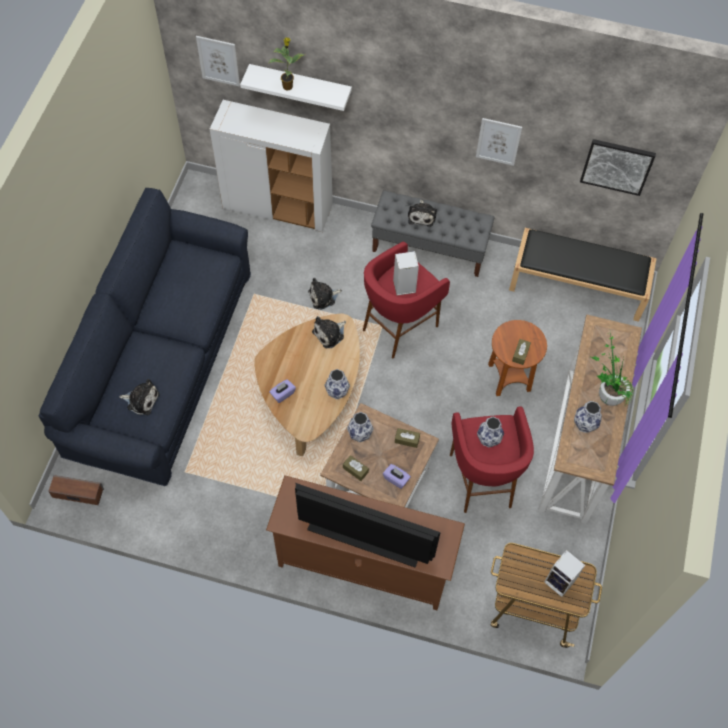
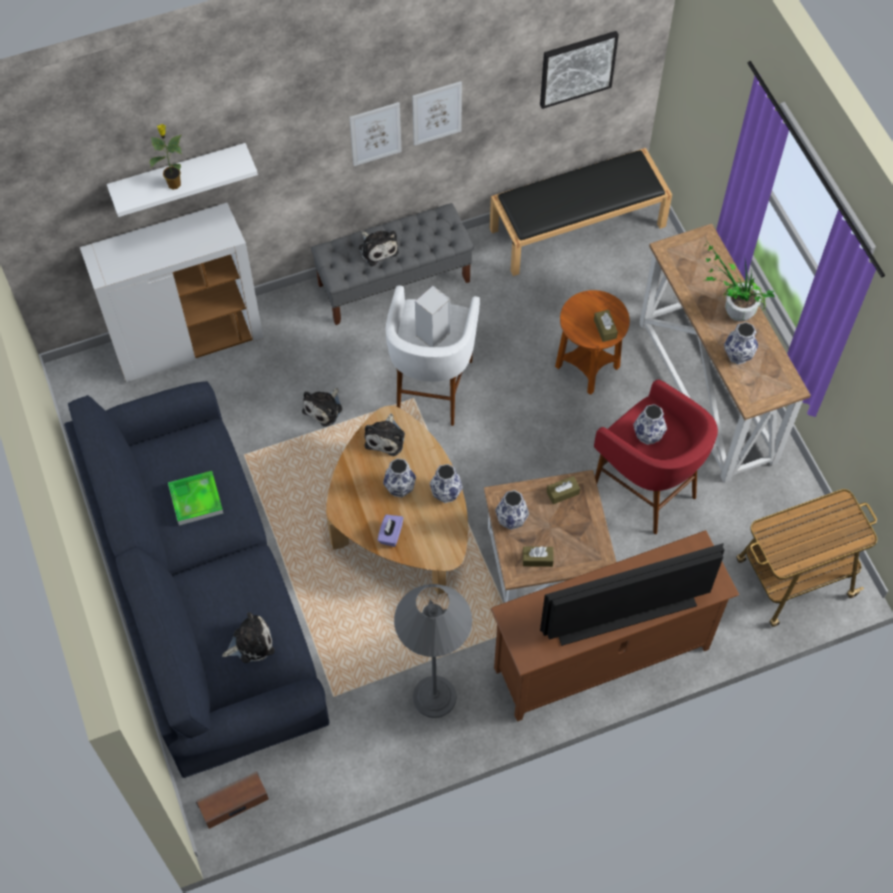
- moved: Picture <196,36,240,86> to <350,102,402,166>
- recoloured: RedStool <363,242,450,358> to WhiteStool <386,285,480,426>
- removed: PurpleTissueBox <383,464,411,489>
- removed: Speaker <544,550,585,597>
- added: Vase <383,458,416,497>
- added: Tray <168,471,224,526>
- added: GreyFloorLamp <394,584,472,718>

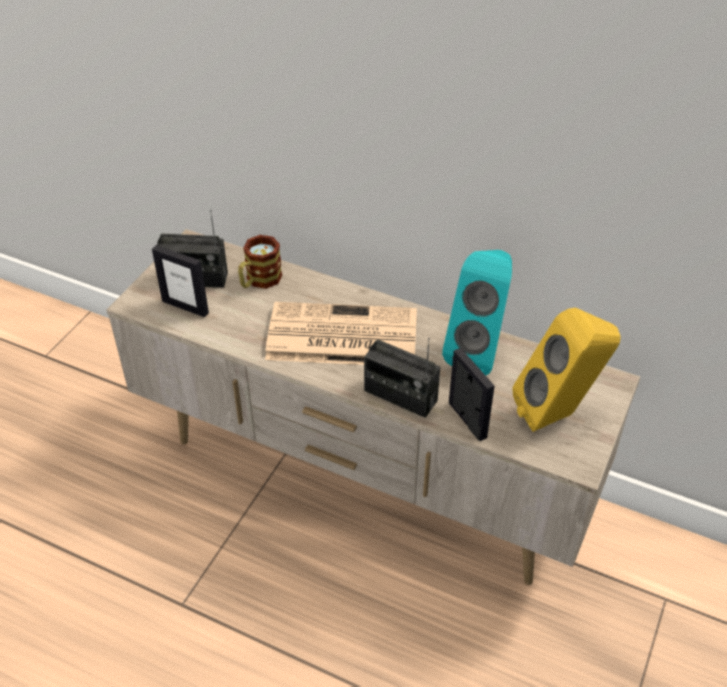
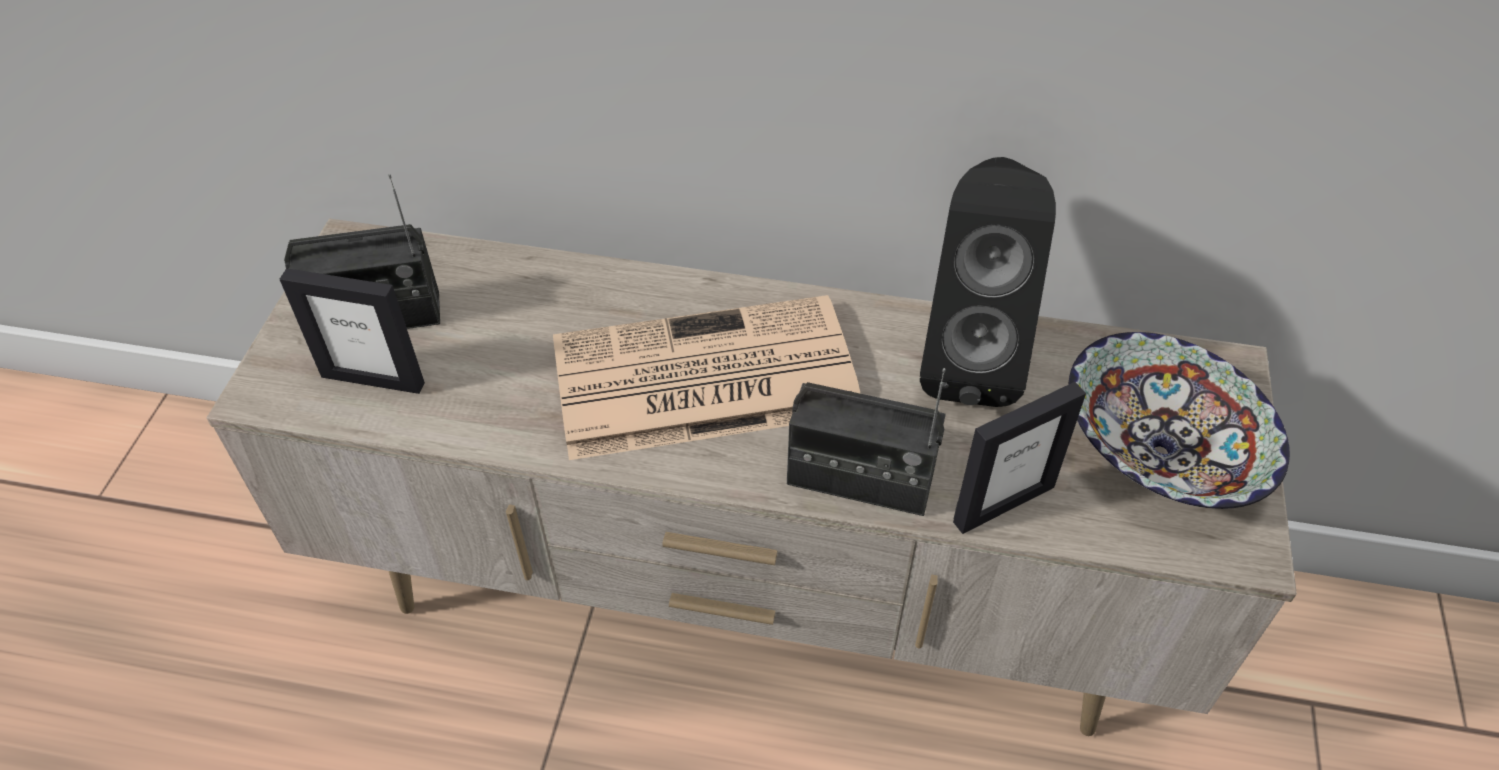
- removed: Mug <238,235,282,289>
- recoloured: TurquoiseSpeaker <442,250,512,375> to BlackSpeaker <920,157,1056,407>
- replaced: YellowSpeaker <512,308,621,432> to Bowl <1068,332,1290,509>
- turned: PictureFrame <449,348,495,441> = <953,382,1086,534> 105 degrees clockwise

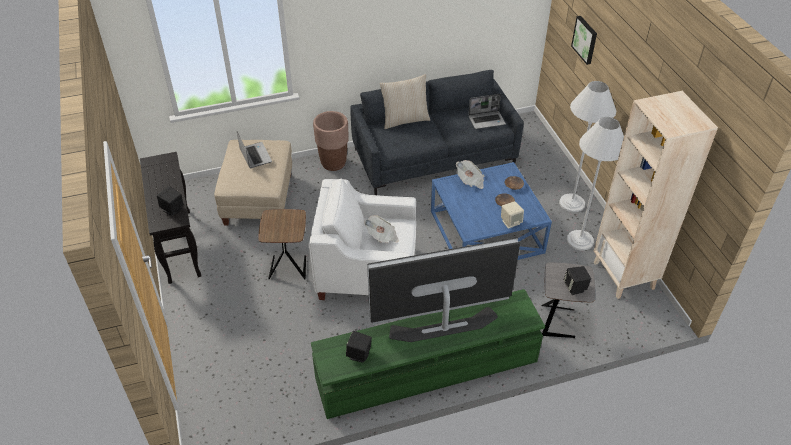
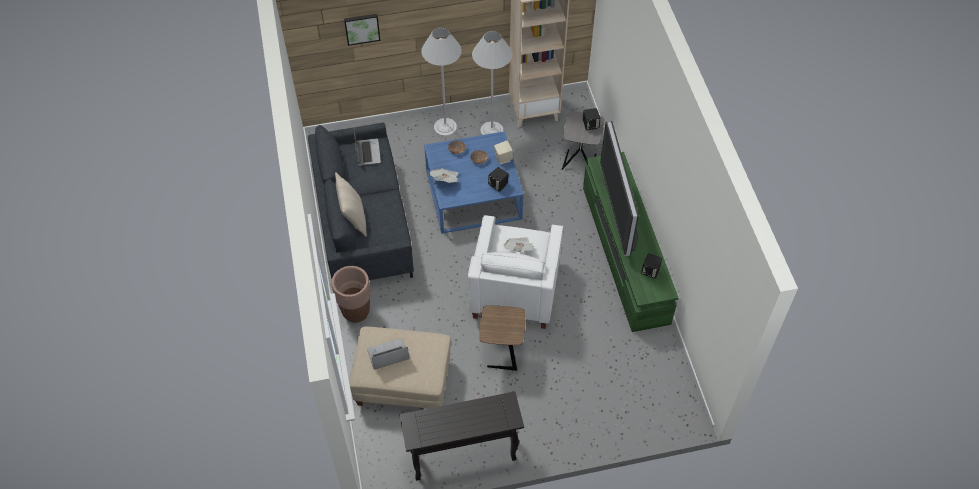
- moved: BlackSpeaker <157,186,183,215> to <488,167,509,192>

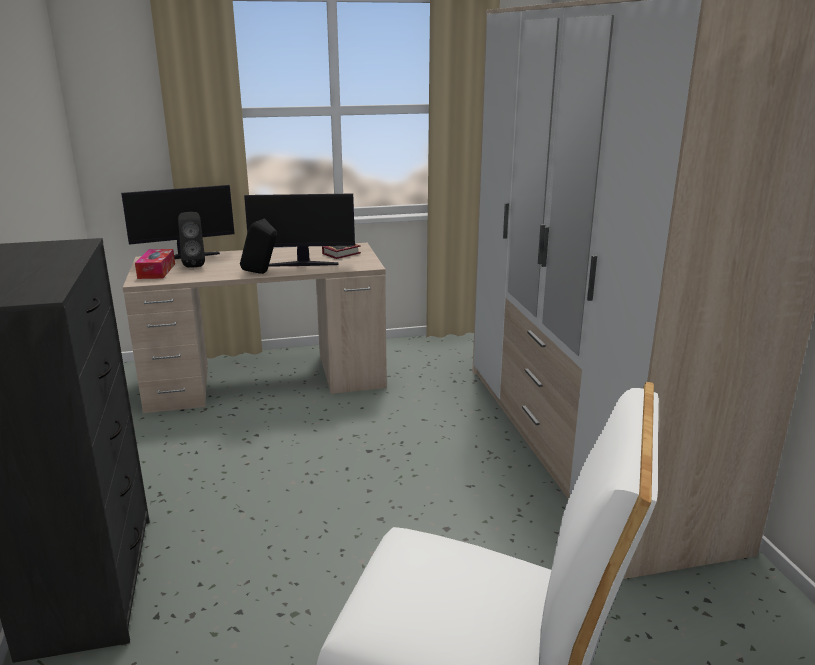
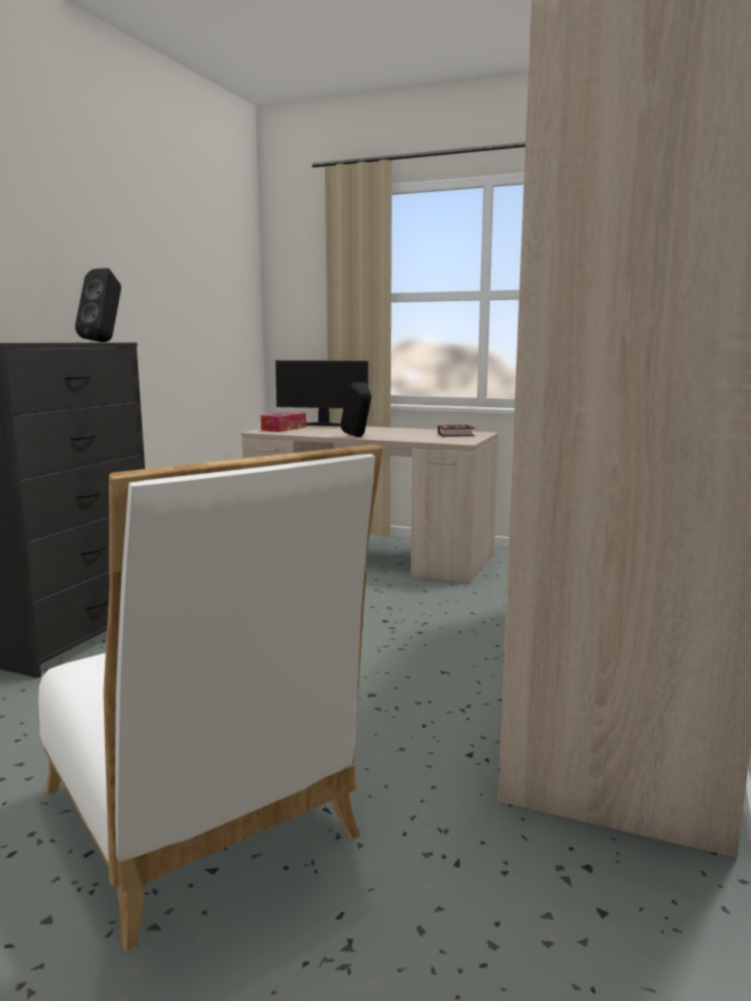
- removed: Monitor <244,194,355,267>
- moved: BlackSpeaker <178,212,205,268> to <75,268,121,342>

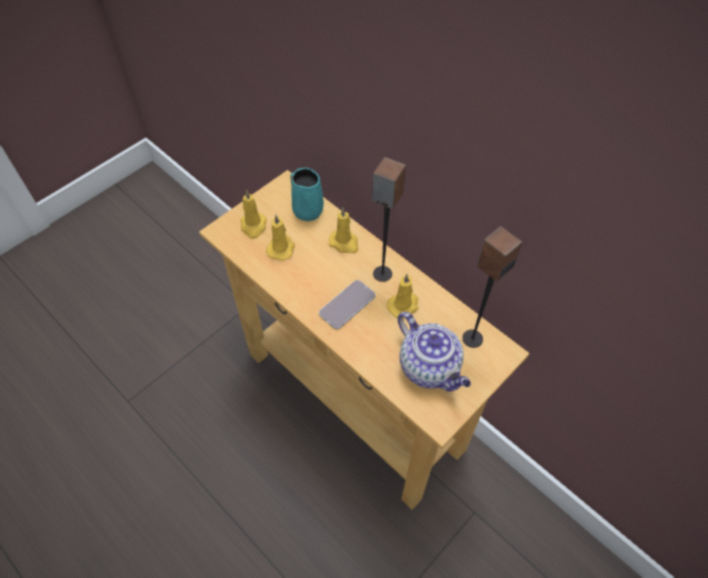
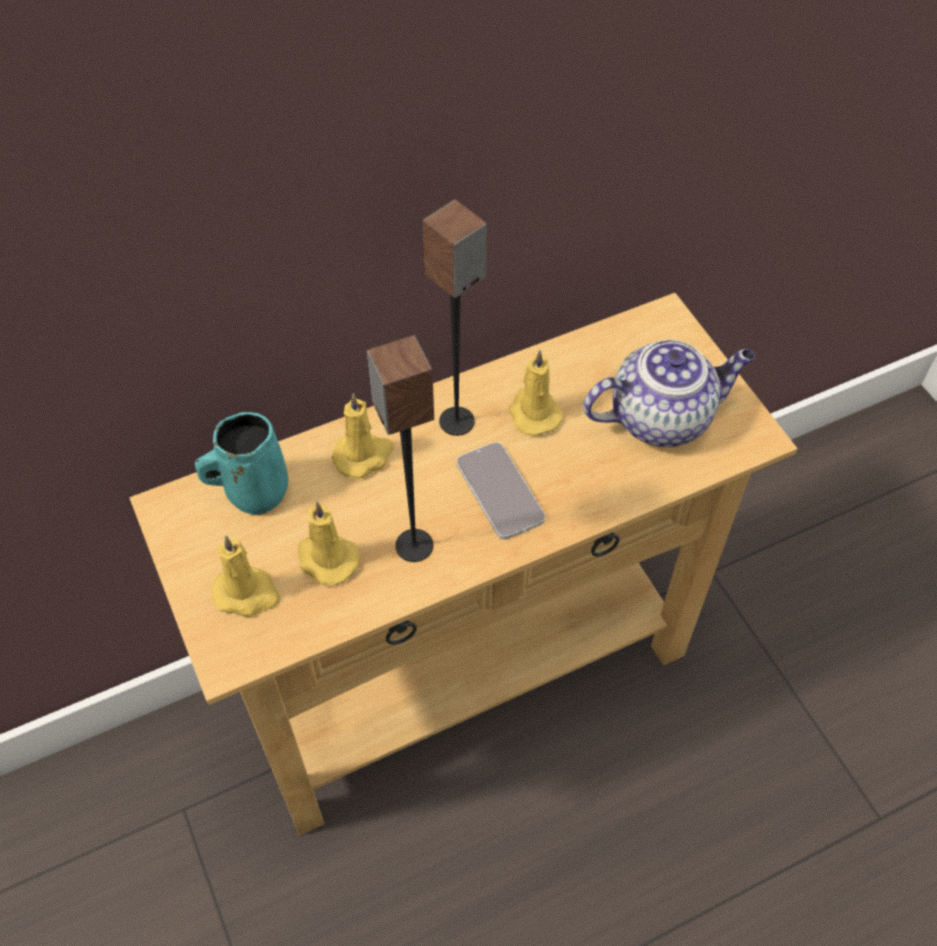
- moved: Speaker <462,226,522,348> to <366,335,434,562>

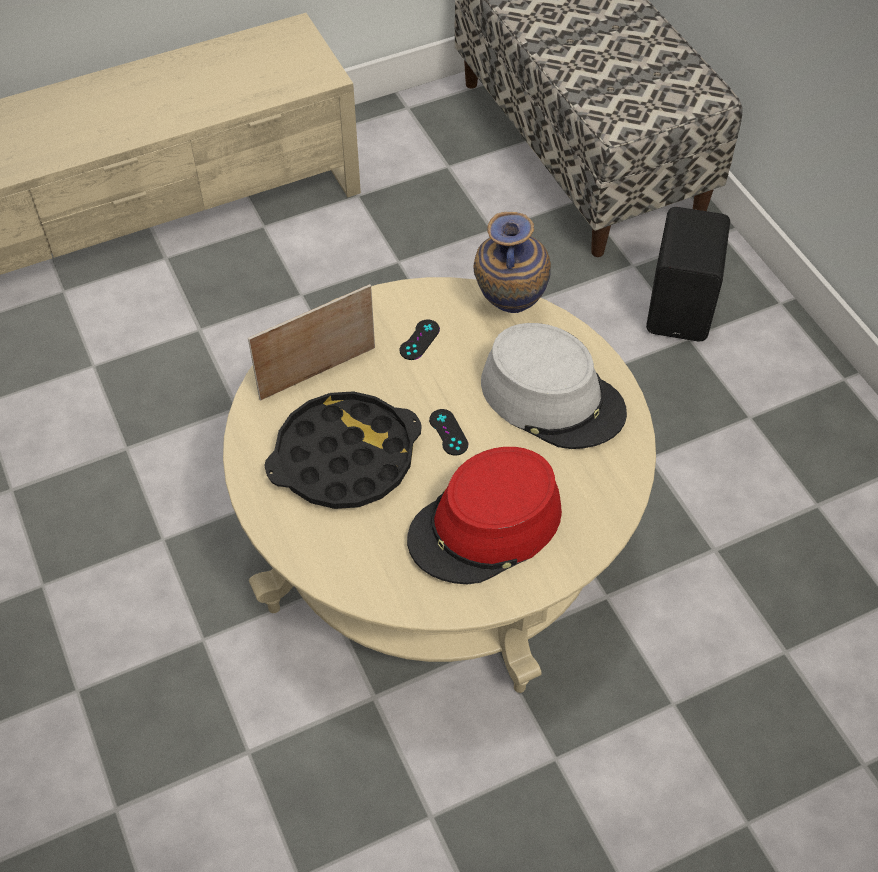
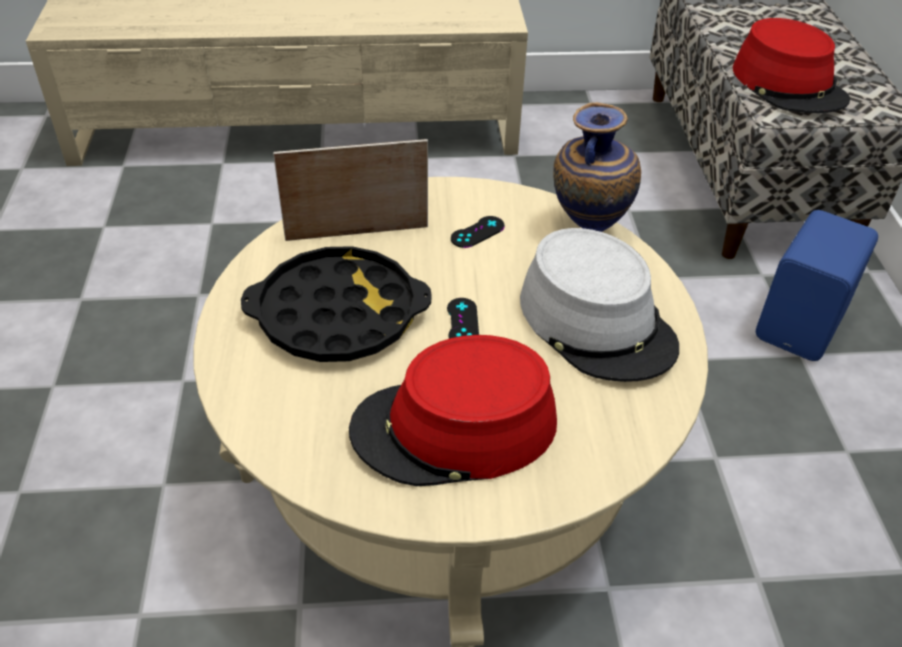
- recoloured: BlackSpeaker <646,207,730,341> to BlueSpeaker <756,210,878,361>
- added: RedHat <733,18,850,113>

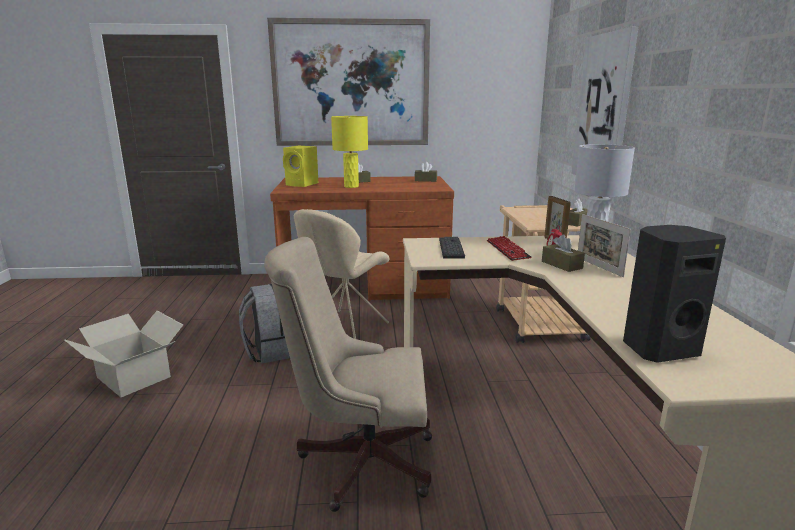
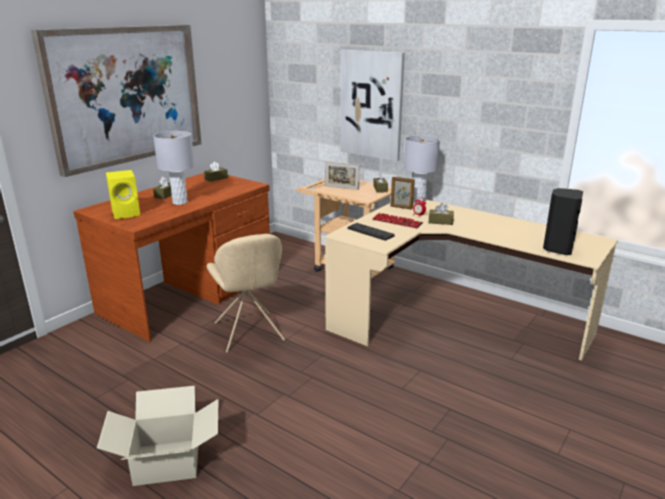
- recoloured: YellowTableLamp <331,116,368,188> to GreyTableLamp <153,131,195,205>
- moved: PictureFrame <578,214,631,277> to <325,162,359,190>
- removed: BeigeOfficeChair <264,237,432,512>
- removed: GreyBackpack <239,284,290,363>

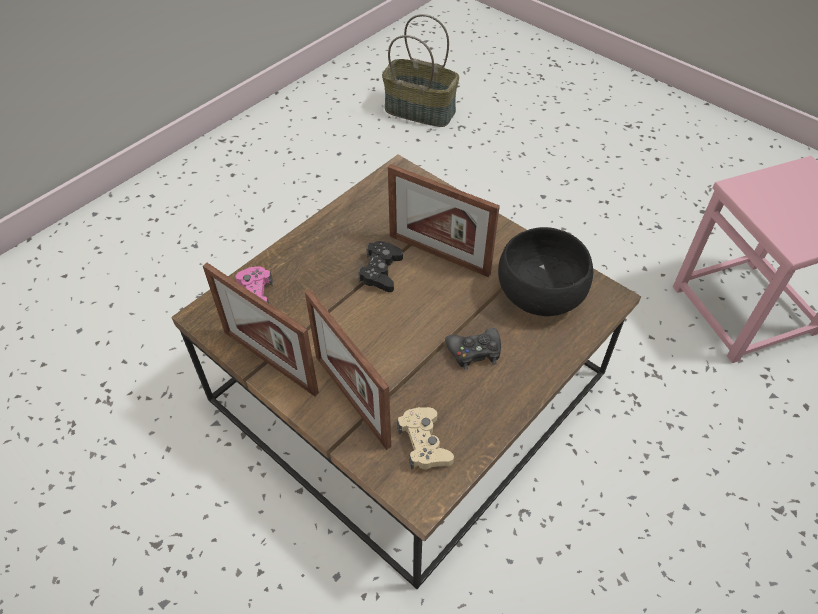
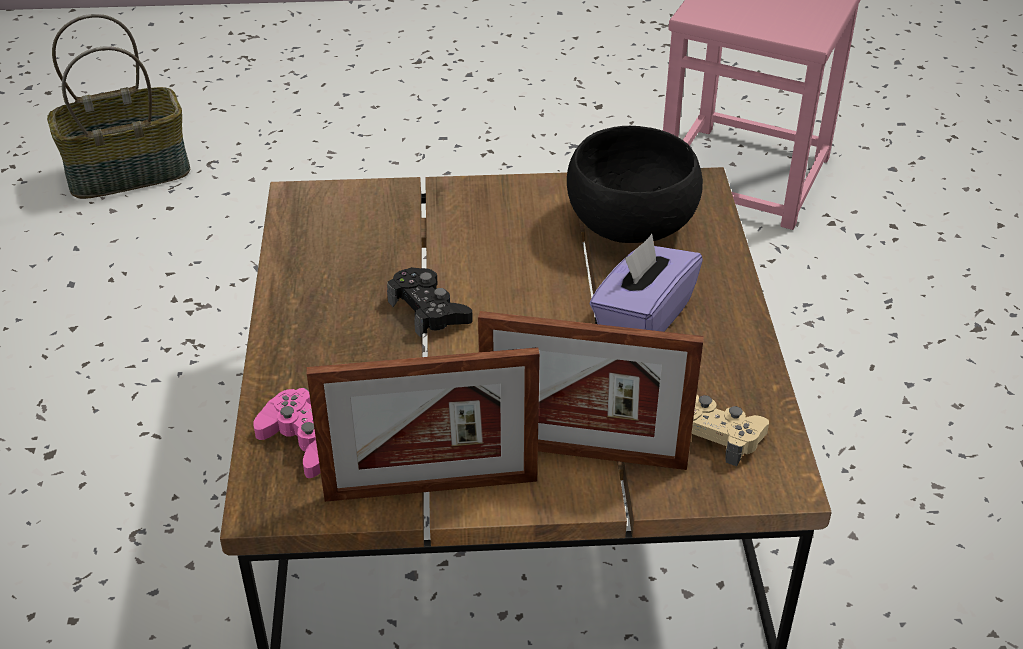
- removed: PictureFrame <388,164,500,277>
- replaced: BlackGameController <445,328,501,370> to PurpleTissueBox <590,234,703,332>

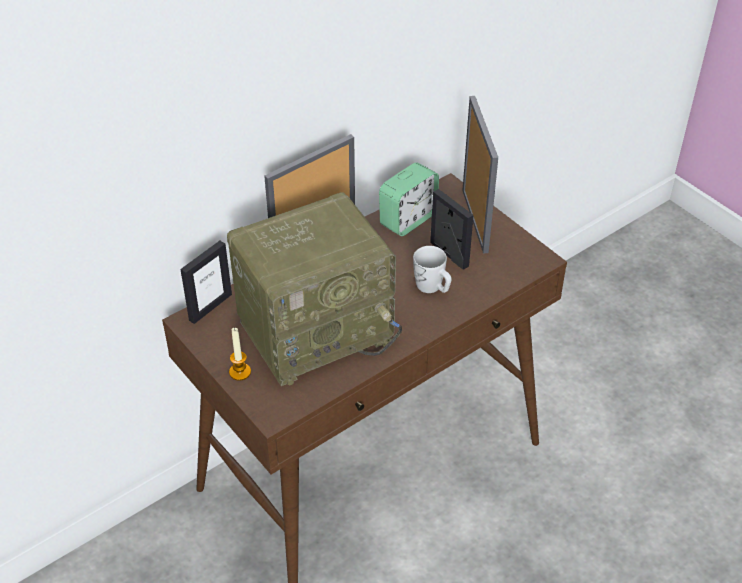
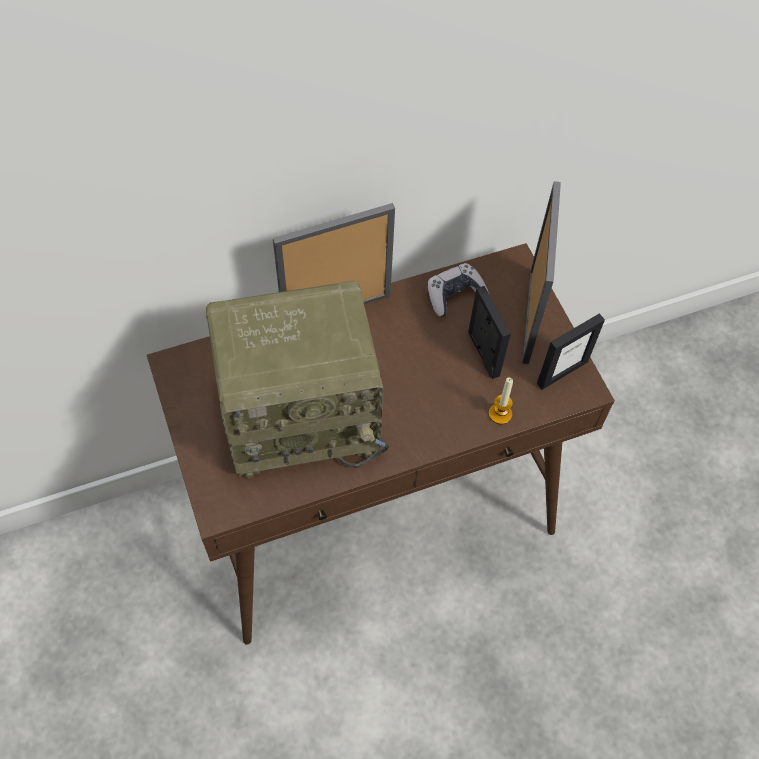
- replaced: AlarmClock <379,163,439,236> to GameController <427,263,489,316>
- moved: PictureFrame <180,241,232,324> to <537,314,605,390>
- removed: WhiteMug <413,246,451,293>
- moved: Candle <229,328,251,381> to <489,378,513,424>

